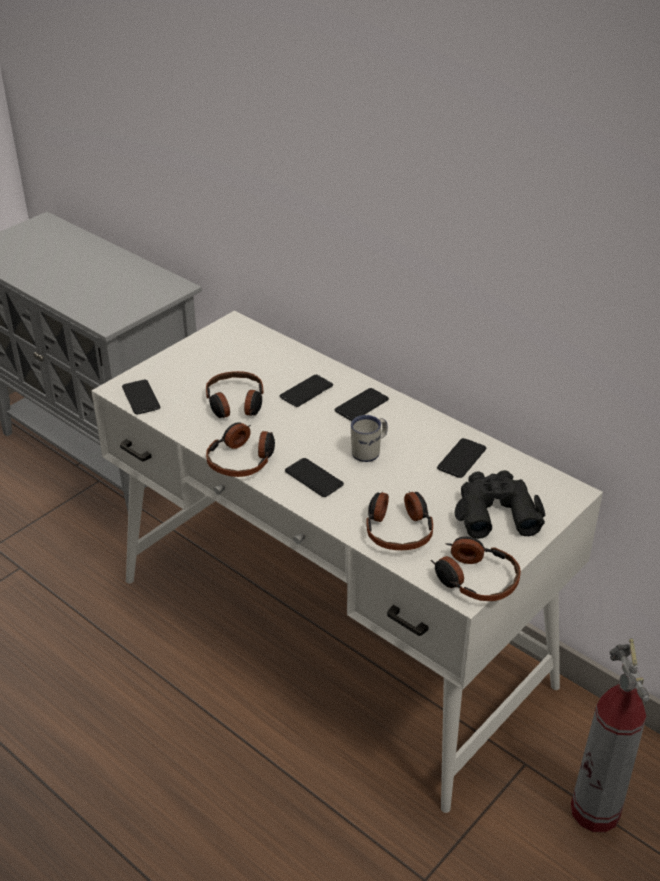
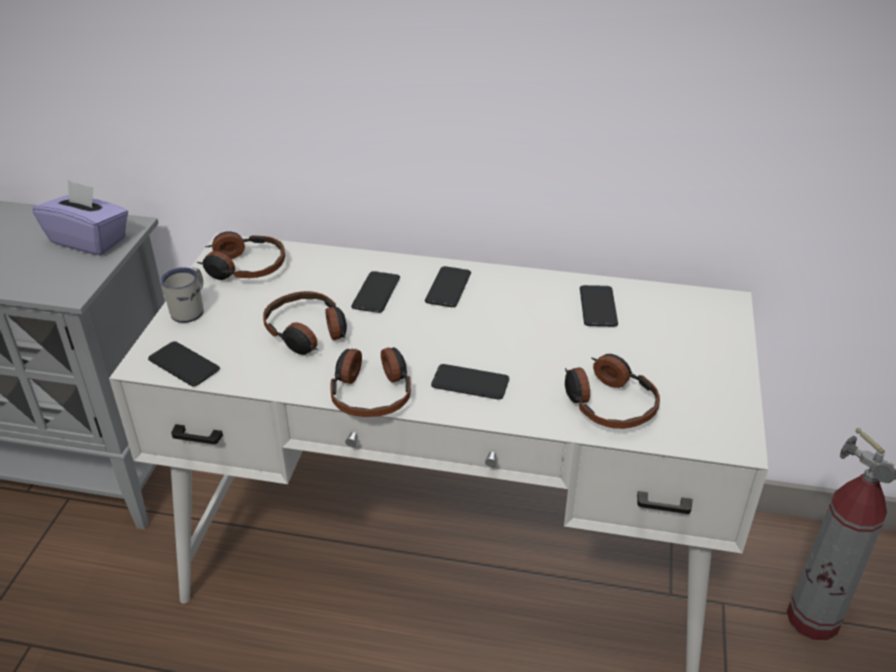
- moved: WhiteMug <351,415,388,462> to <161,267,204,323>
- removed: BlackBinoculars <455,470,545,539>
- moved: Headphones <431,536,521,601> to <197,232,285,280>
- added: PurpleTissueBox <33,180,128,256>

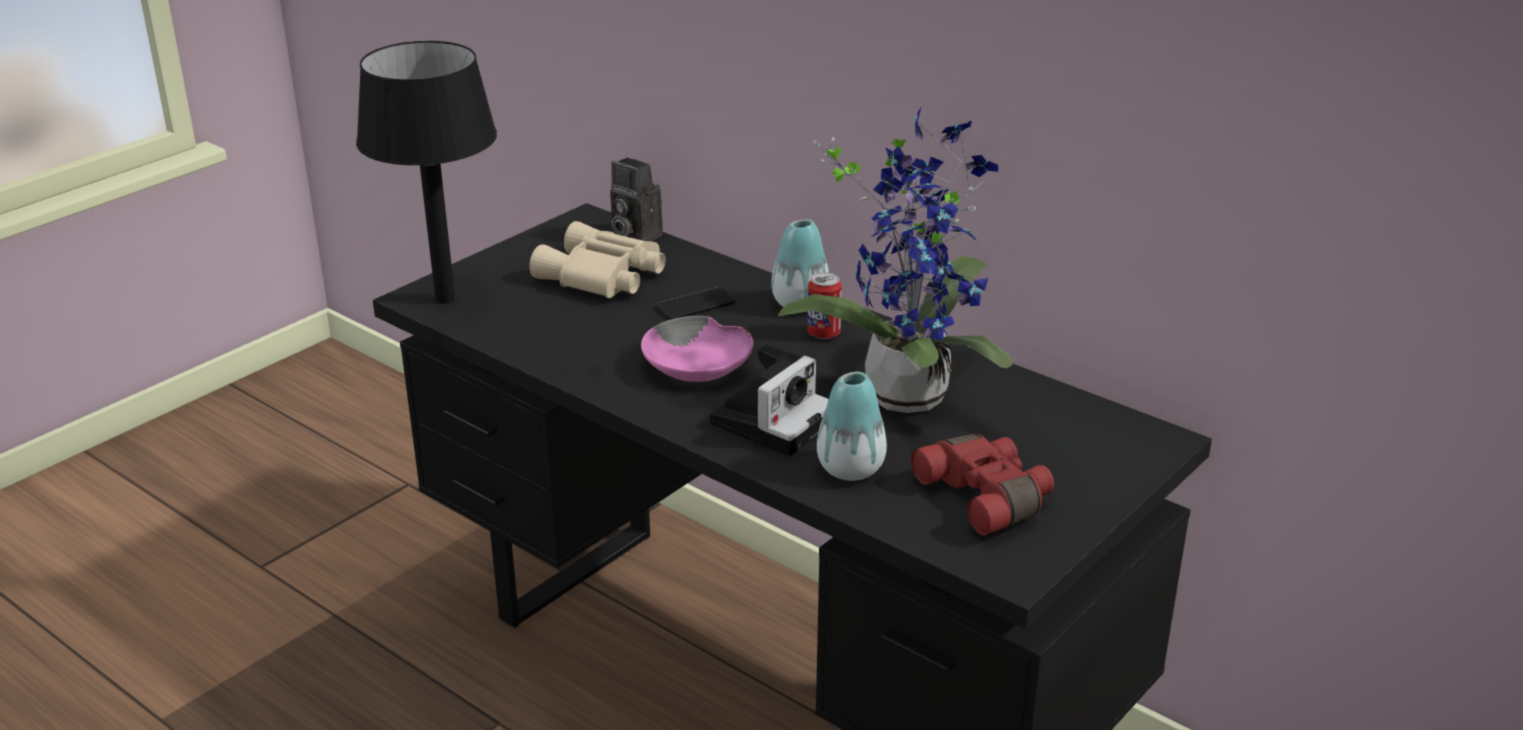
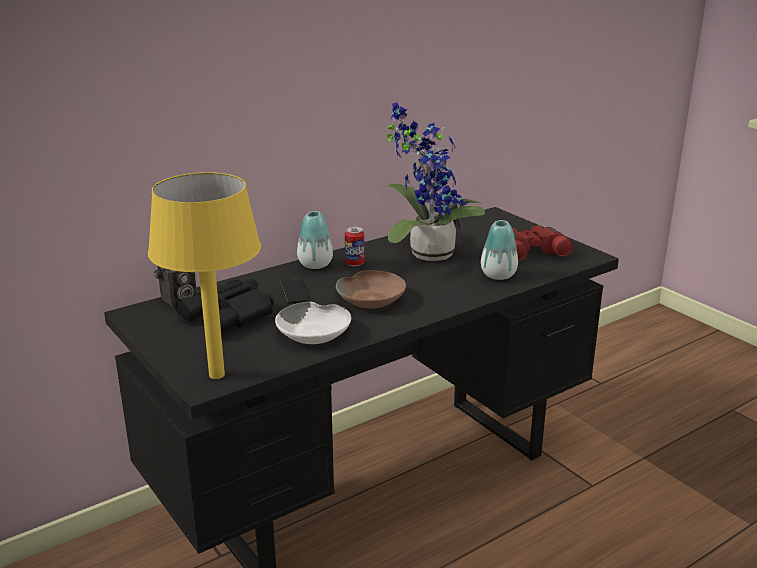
- recoloured: BlackTableLamp <356,41,497,304> to YellowTableLamp <148,172,261,379>
- recoloured: BeigeBinoculars <530,221,665,298> to BlackBinoculars <175,279,274,334>
- recoloured: PinkBowl <641,316,754,382> to BrownBowl <336,270,406,308>
- removed: PhotoCamera <710,345,829,456>
- added: WhiteBowl <275,302,351,344>

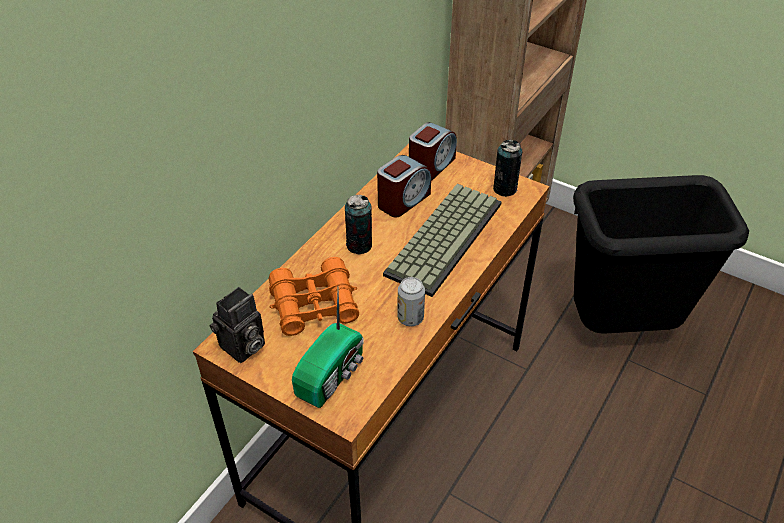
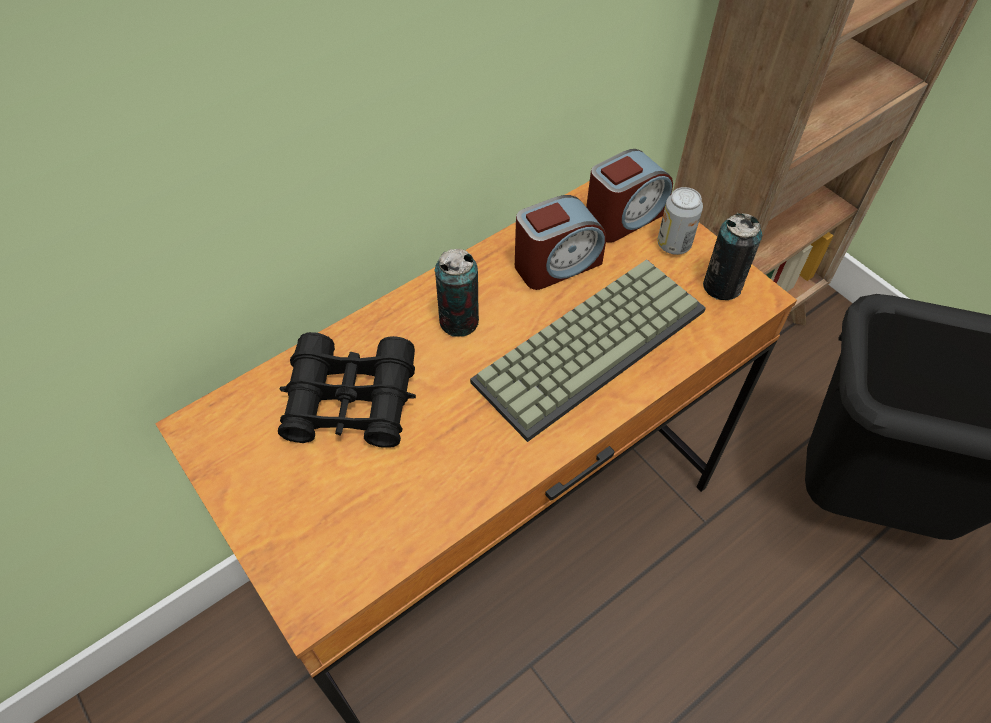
- recoloured: OrangeBinoculars <269,257,359,336> to BlackBinoculars <278,332,416,448>
- moved: Can <398,277,425,326> to <657,187,703,255>
- removed: PhotoCamera <210,287,265,363>
- removed: Radio <292,289,364,408>

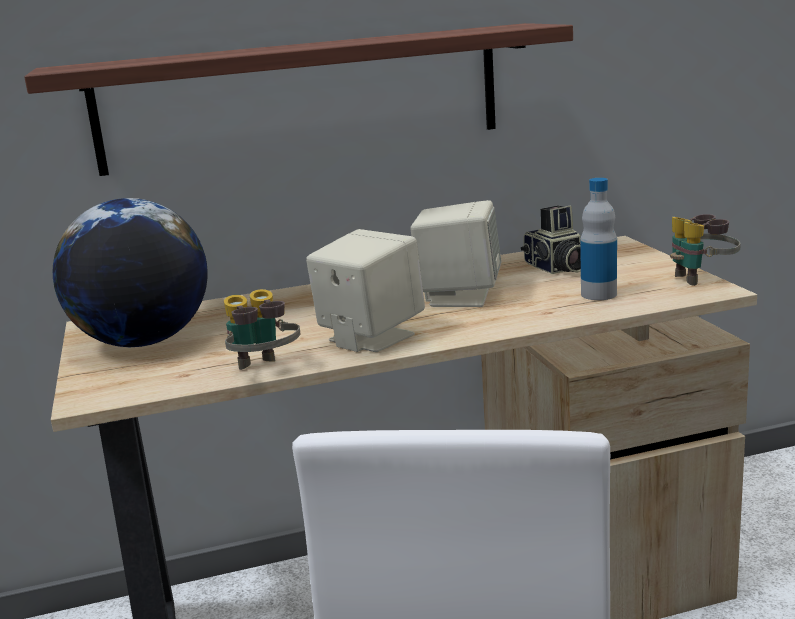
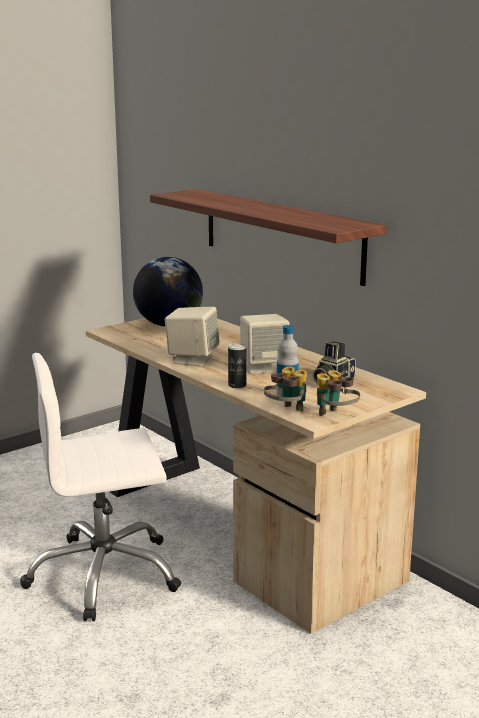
- moved: Binoculars <224,289,300,370> to <264,367,307,412>
- added: Can <228,343,246,388>

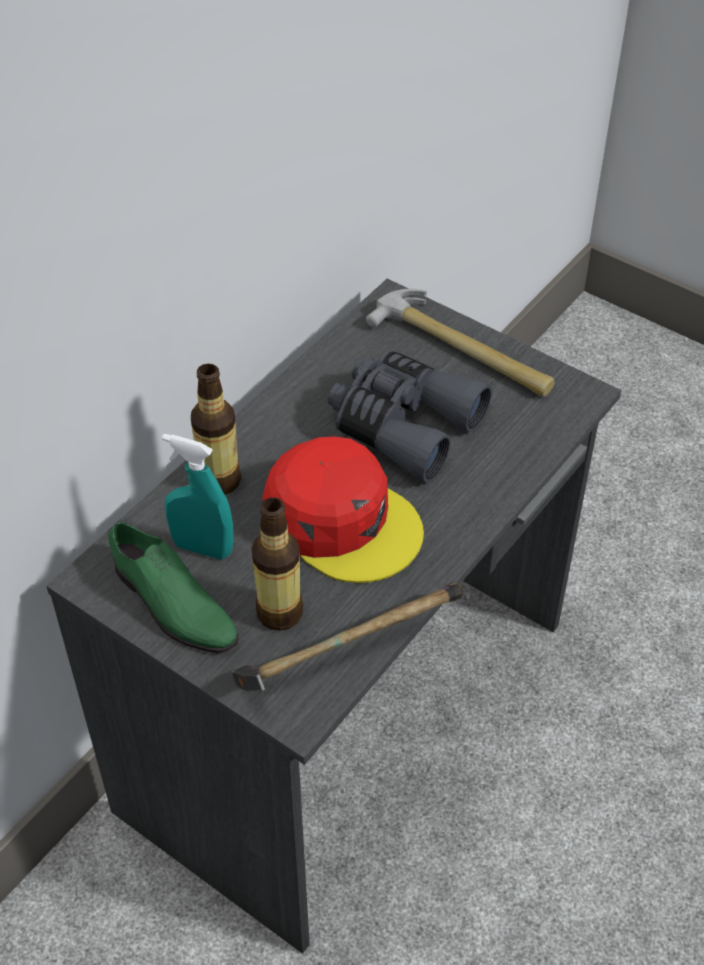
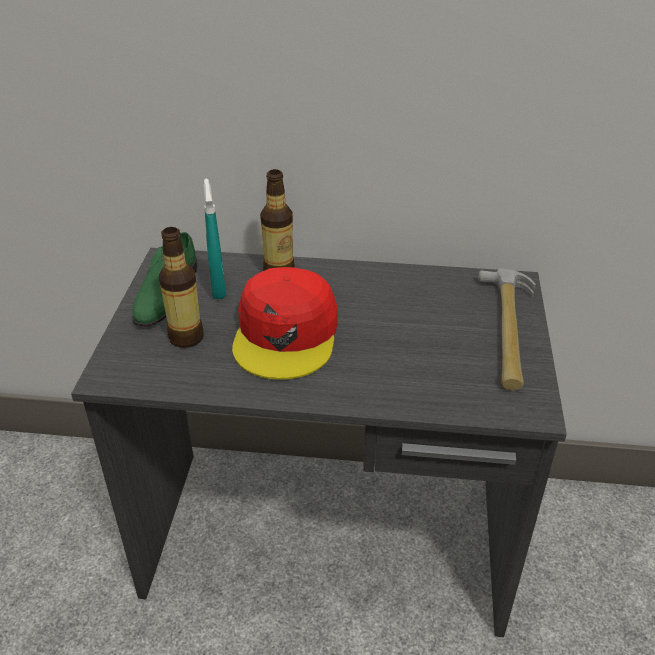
- removed: GreyBinoculars <328,350,492,483>
- removed: Hammer <232,582,463,692>

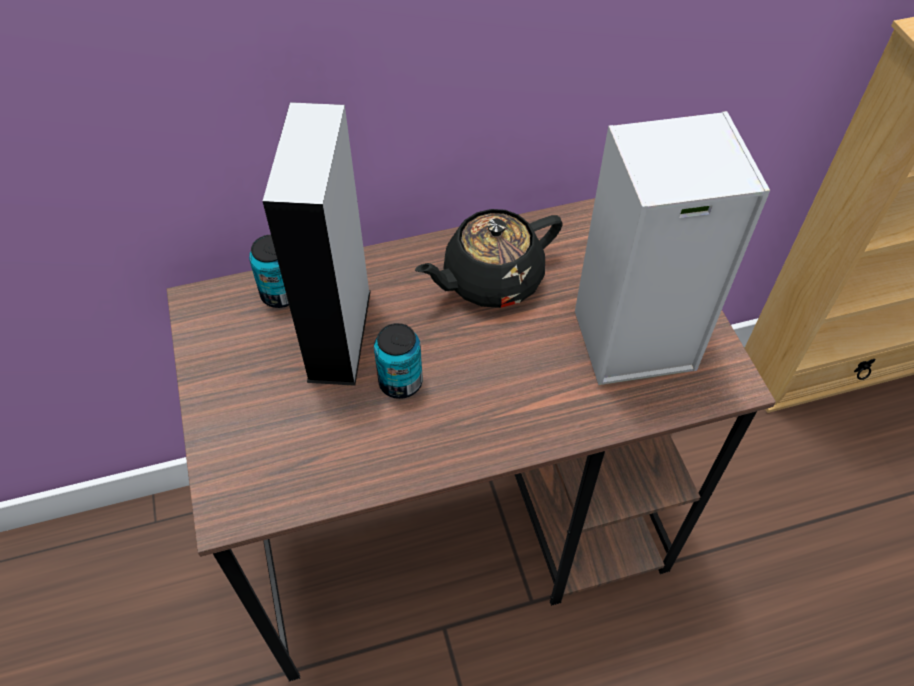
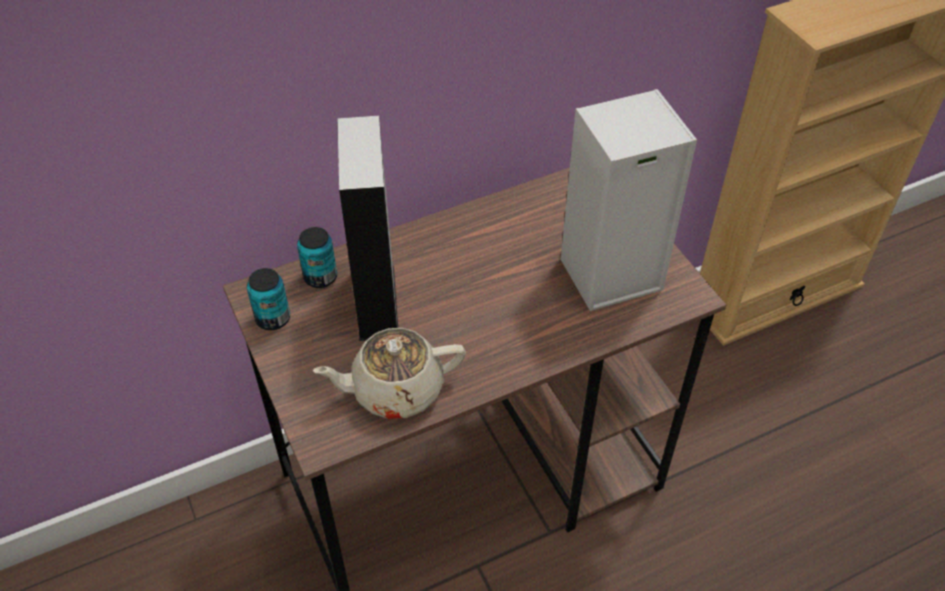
- removed: BlackTeapot <415,209,563,308>
- moved: Can <374,323,423,399> to <247,268,290,330>
- added: BeigeTeapot <313,328,466,419>

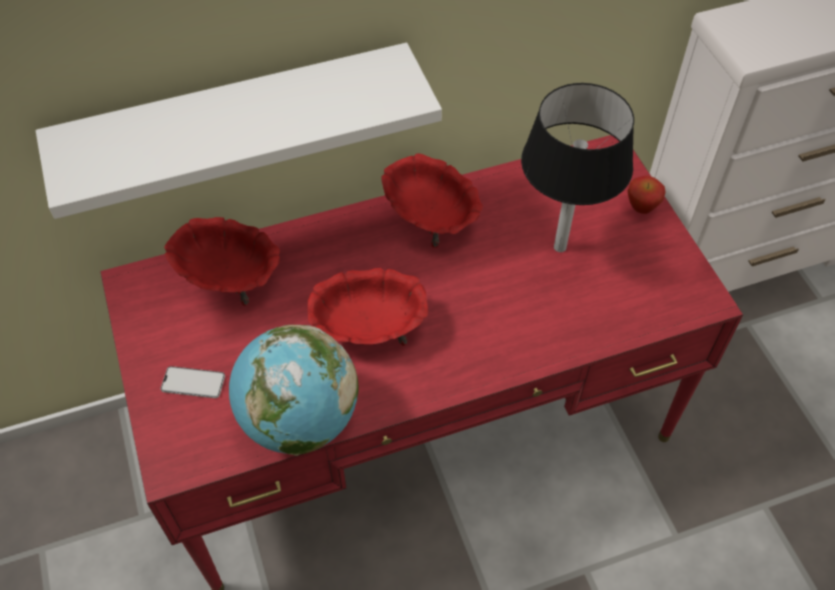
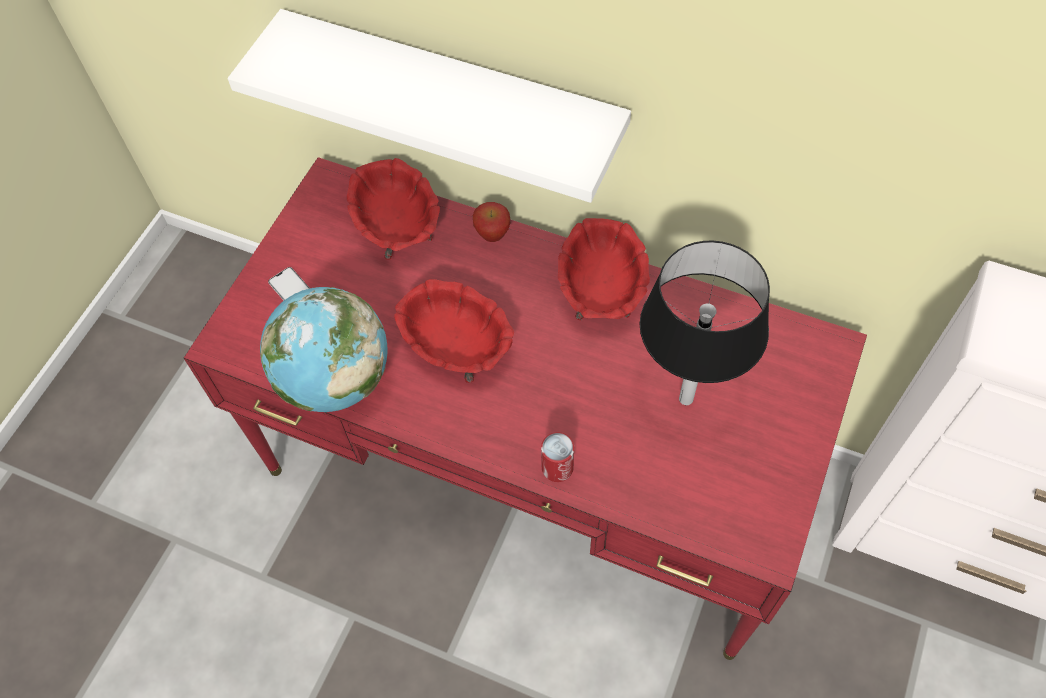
- moved: Apple <628,176,666,214> to <473,202,510,242>
- added: Can <541,432,574,482>

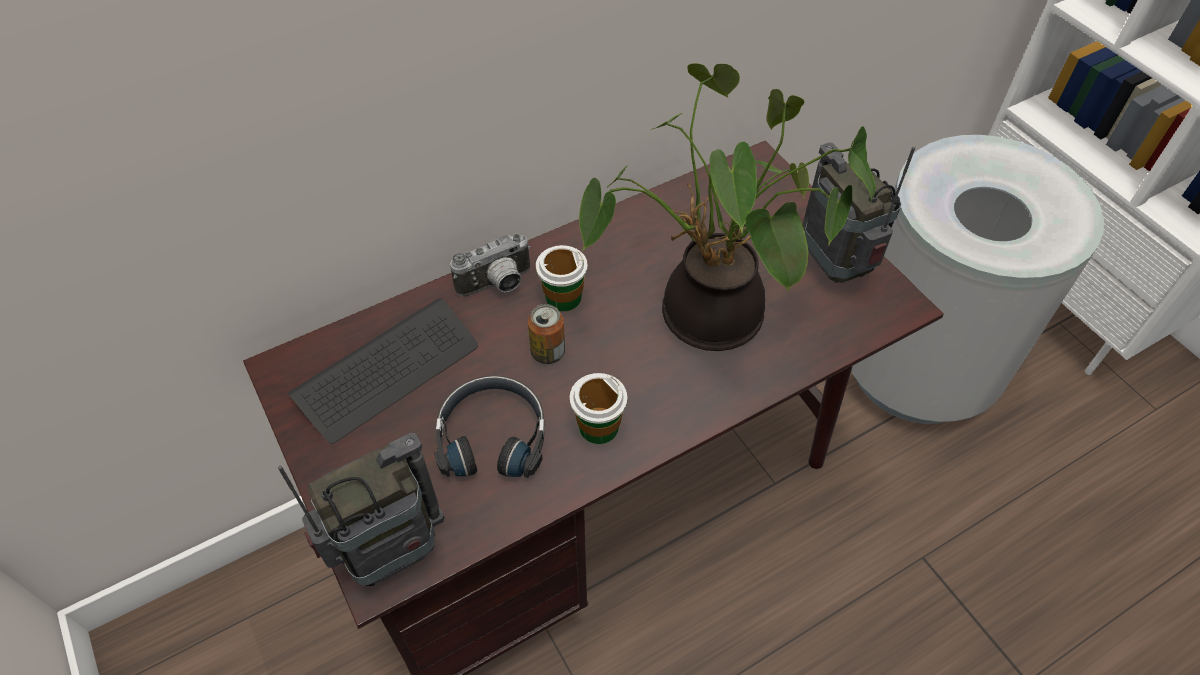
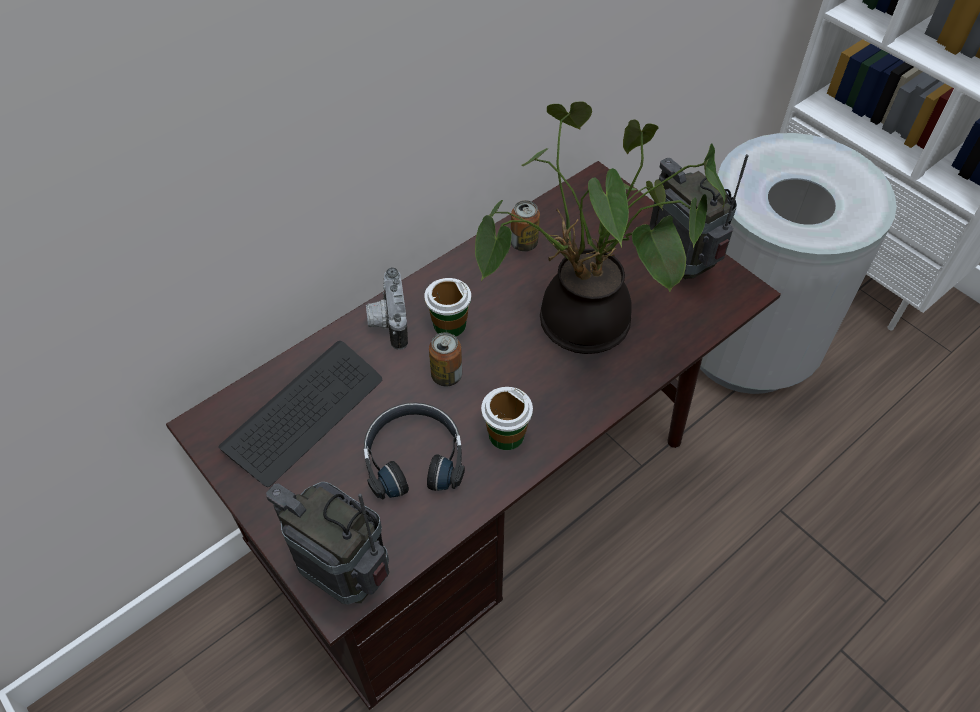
- turned: PhotoCamera <450,234,531,297> = <366,267,408,350> 120 degrees clockwise
- turned: Radio <278,432,444,586> = <266,482,389,605> 105 degrees counterclockwise
- added: Can <511,200,540,252>

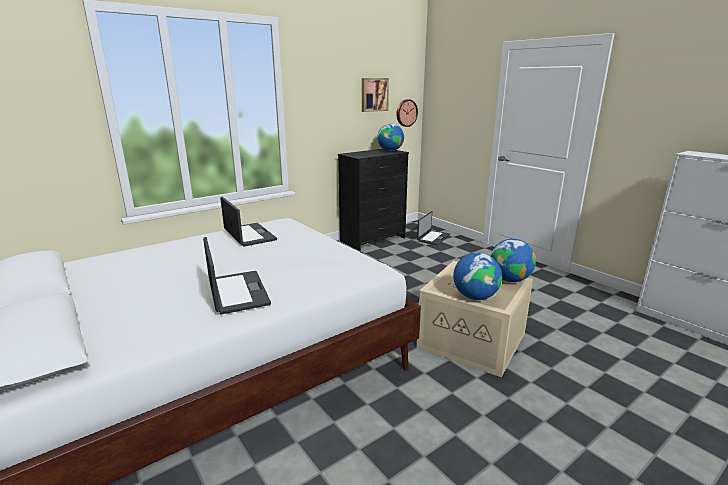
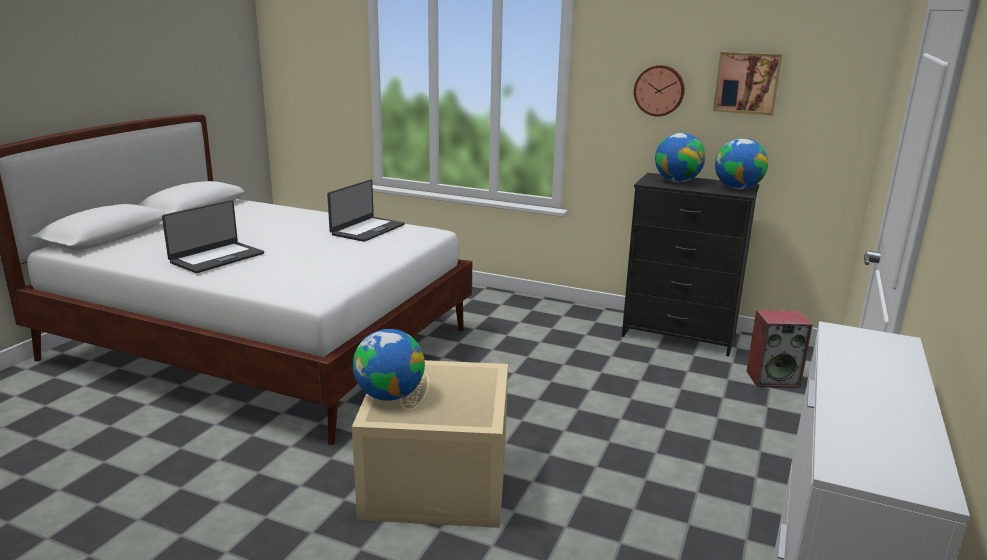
- moved: WallClock <396,99,418,127> to <634,65,685,116>
- replaced: Laptop <417,211,450,245> to Speaker <746,310,813,388>
- moved: Globe <490,239,536,282> to <655,133,705,182>

